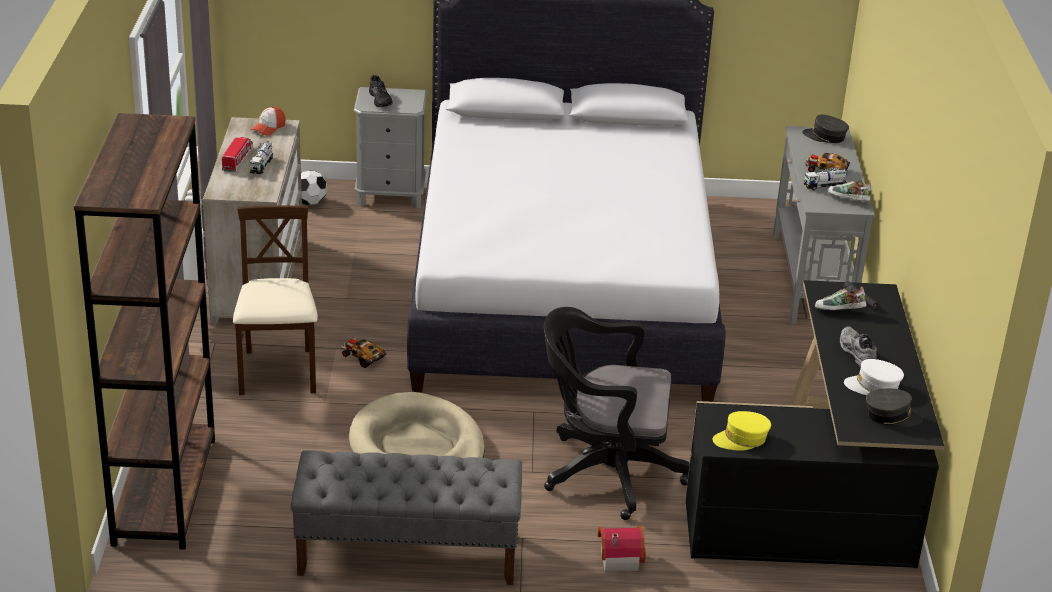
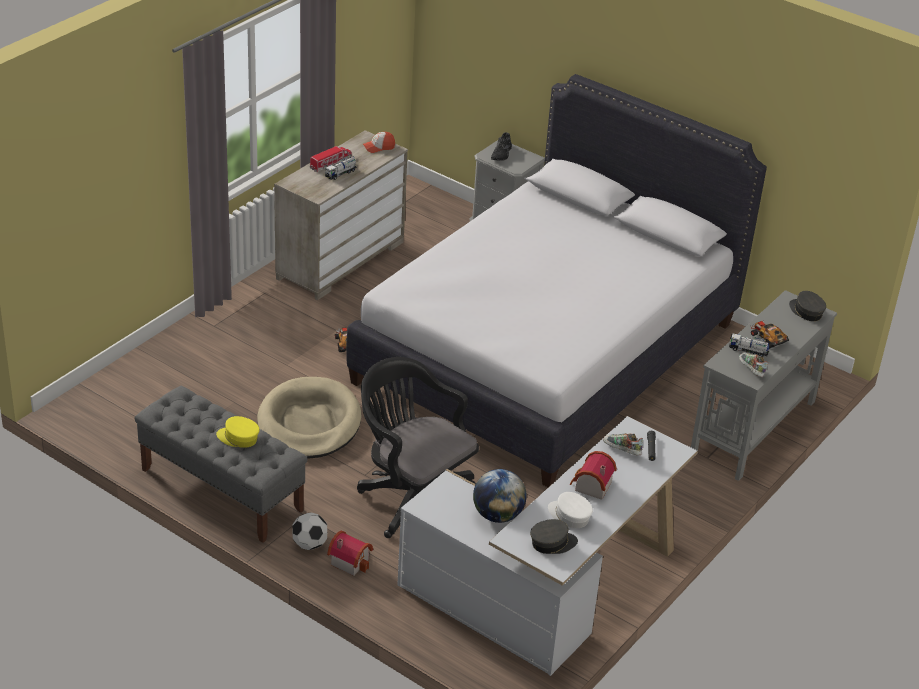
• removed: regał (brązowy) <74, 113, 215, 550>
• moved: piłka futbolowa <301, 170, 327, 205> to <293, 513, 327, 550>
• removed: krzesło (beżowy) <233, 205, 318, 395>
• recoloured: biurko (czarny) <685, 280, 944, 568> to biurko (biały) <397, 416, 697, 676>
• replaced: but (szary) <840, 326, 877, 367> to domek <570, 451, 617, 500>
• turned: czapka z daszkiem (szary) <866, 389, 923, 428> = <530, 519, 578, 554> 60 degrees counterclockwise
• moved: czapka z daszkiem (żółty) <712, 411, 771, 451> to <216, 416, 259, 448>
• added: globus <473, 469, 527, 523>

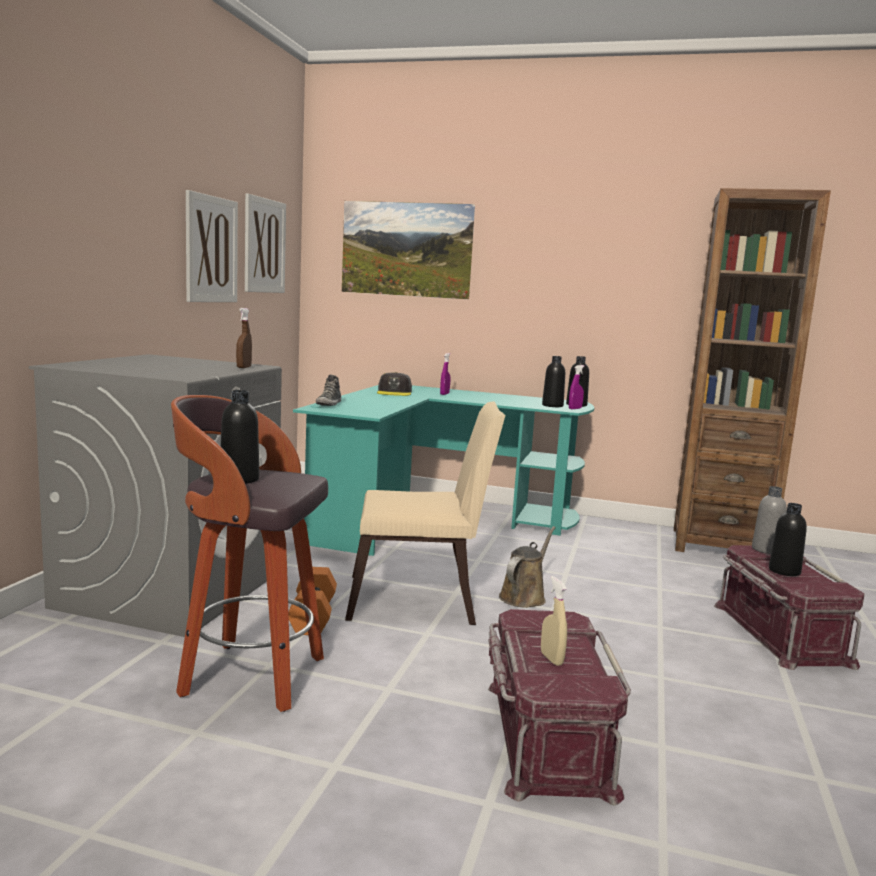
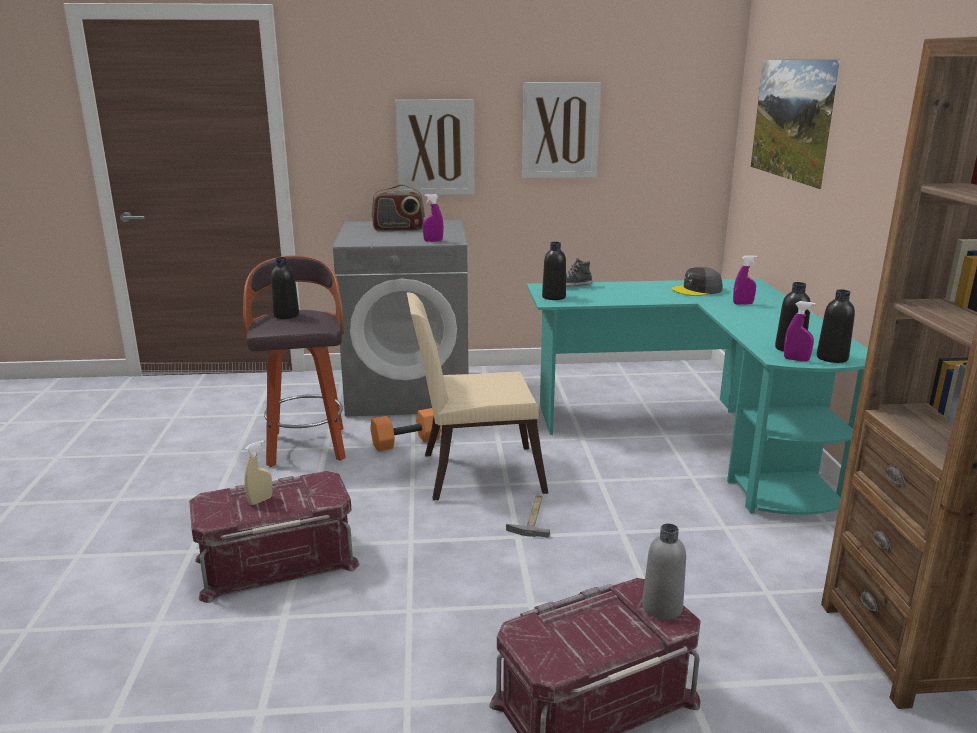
• moved: obraz <245, 194, 286, 293> to <395, 99, 474, 195>
• recoloured: spryskiwacz (brązowy) <236, 308, 252, 368> to spryskiwacz (fioletowy) <423, 194, 443, 242>
• turned: krzesło (beżowy) <345, 401, 505, 625> = <407, 292, 548, 501> 105 degrees clockwise
• moved: butelka (czarny) <769, 503, 807, 576> to <542, 242, 566, 300>
• replaced: konewka (brązowy) <499, 526, 556, 608> to młotek <506, 495, 550, 538>
• added: radio <372, 185, 425, 231>

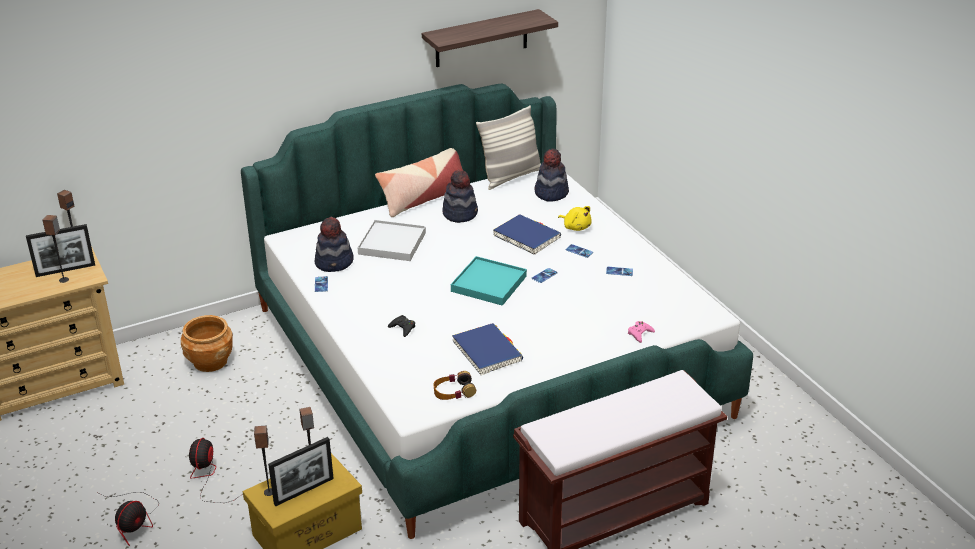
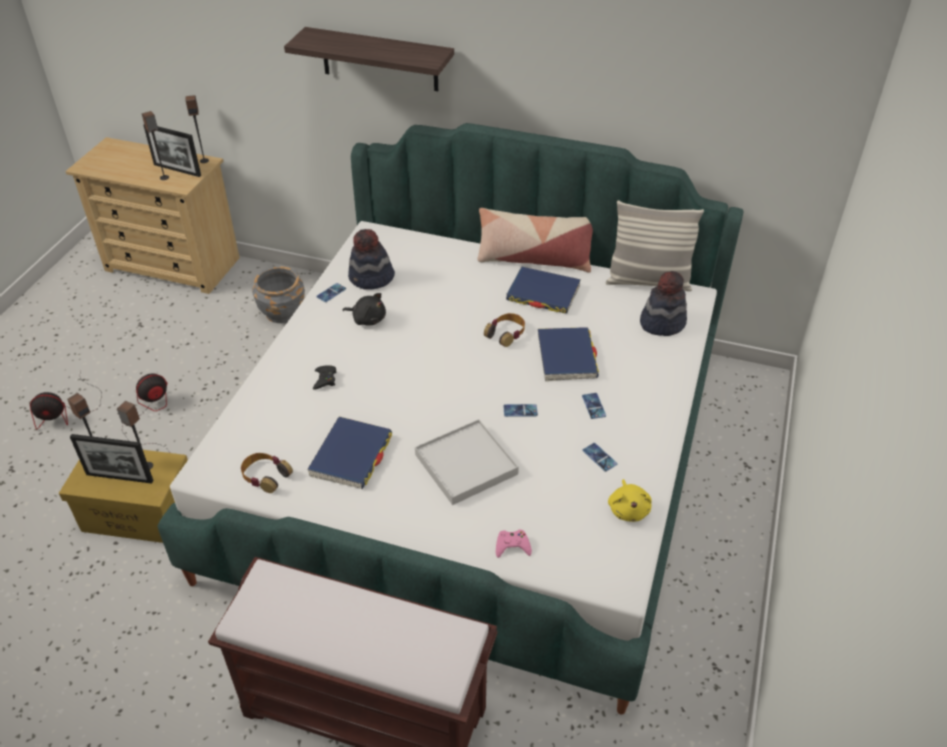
• moved: półka <422, 9, 558, 67> to <284, 27, 454, 91>
• replaced: kapelusz <443, 170, 478, 223> to książka (niebieski) <506, 266, 581, 314>
• moved: pluszak (żółty) <558, 206, 592, 231> to <608, 479, 652, 522>
• moved: taca (biały) <357, 220, 426, 261> to <415, 419, 519, 505>
• removed: taca (turkusowy) <451, 256, 527, 306>
• recoloured: donica (brązowy) <181, 315, 233, 372> to donica (szary) <252, 266, 305, 323>
• added: pluszak (czarny) <343, 293, 386, 326>
• added: słuchawki <484, 313, 525, 347>

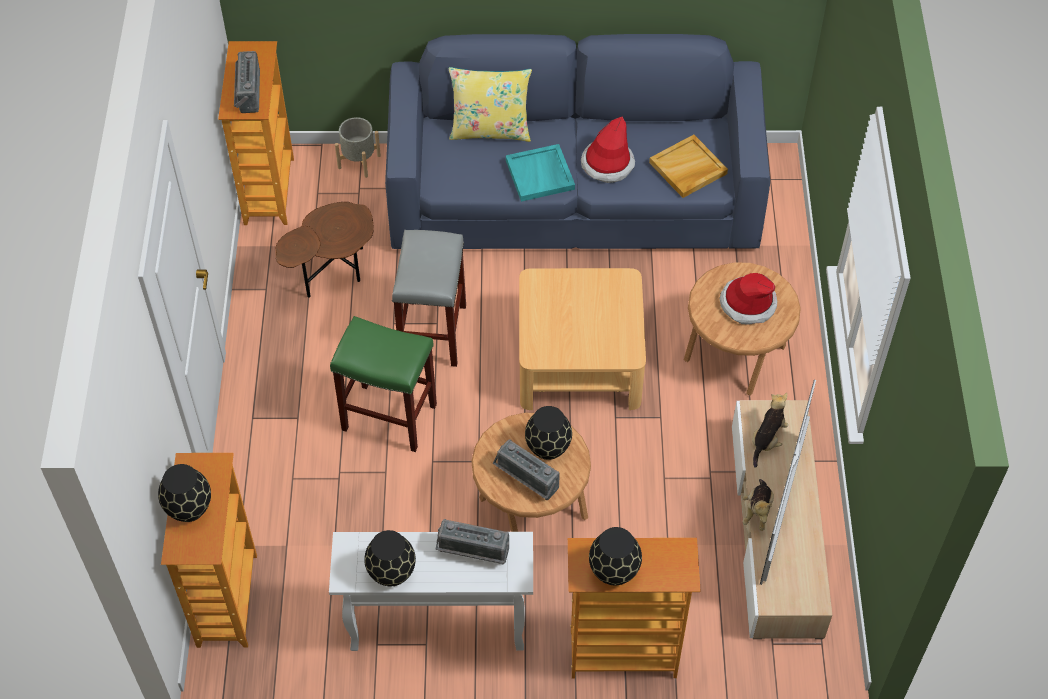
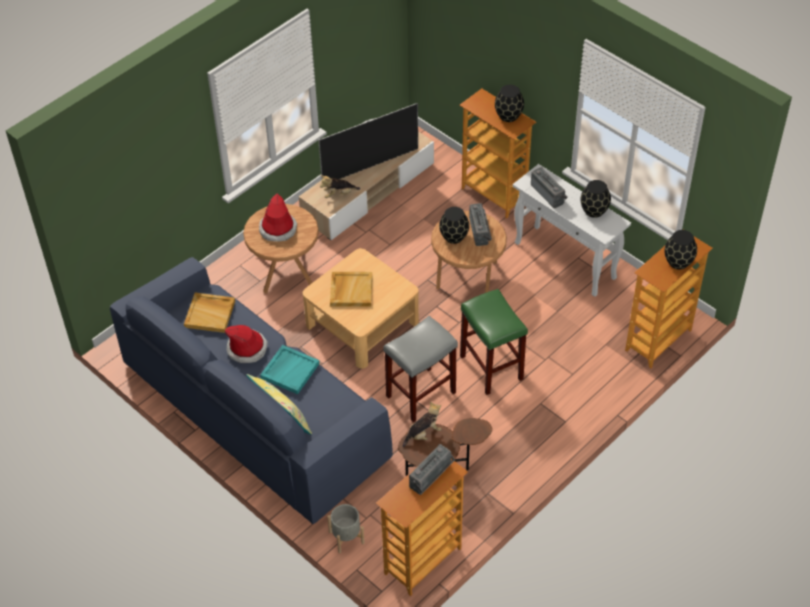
• moved: pluszak <743, 479, 774, 531> to <403, 402, 441, 447>
• added: taca (beżowy) <330, 272, 372, 307>

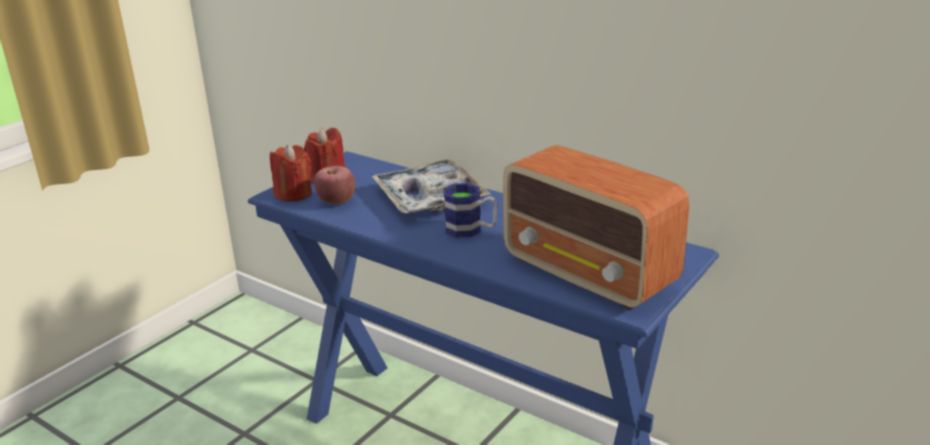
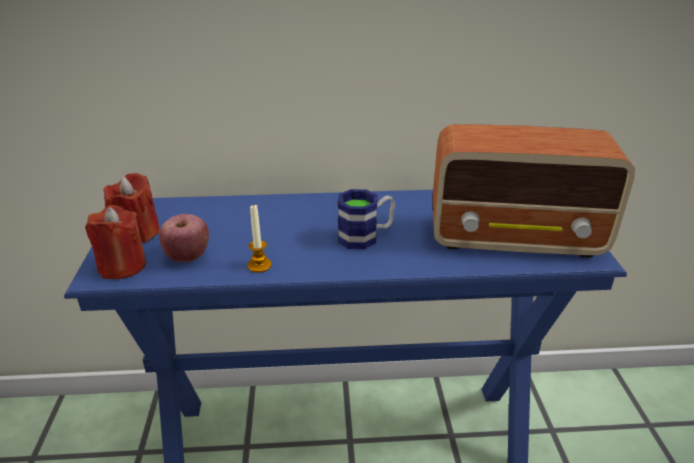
• removed: taca <371, 159, 490, 214>
• added: świeca <247, 204, 272, 273>

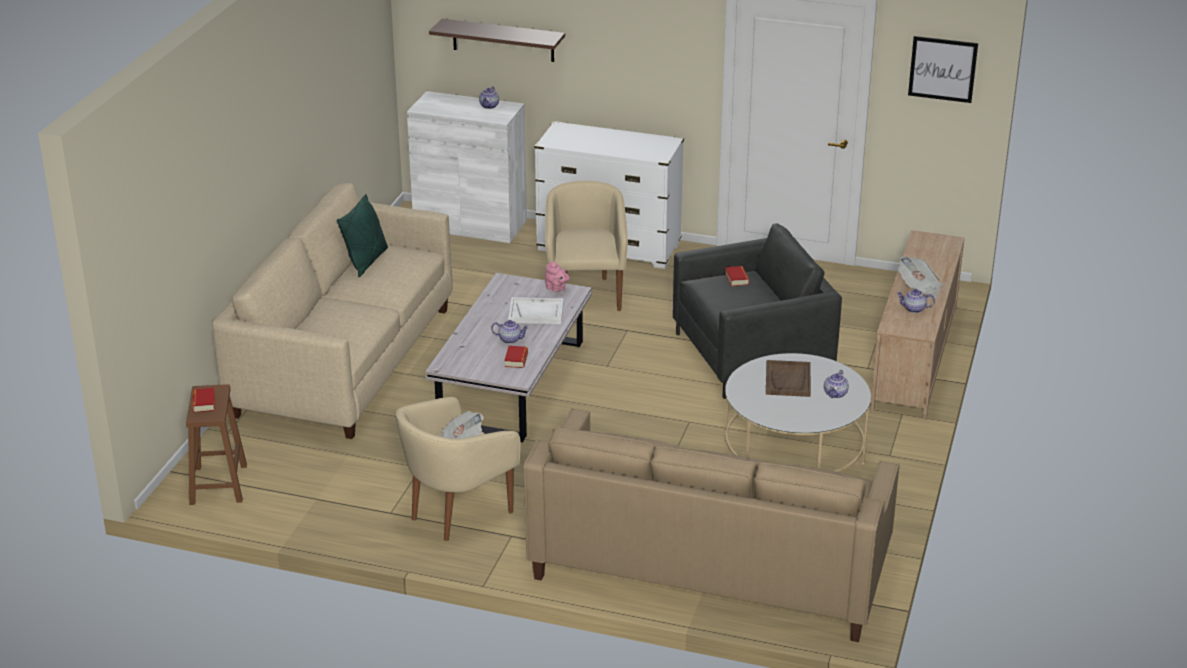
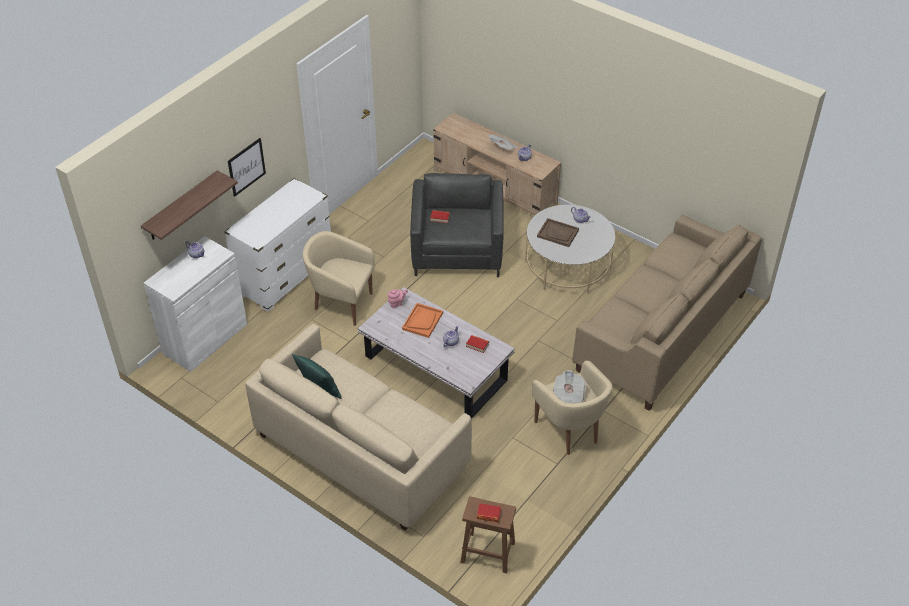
• moved: obraz <908, 36, 978, 103> to <228, 138, 266, 197>
• recoloured: taca (biały) <508, 297, 564, 324> to taca (pomarańczowy) <402, 303, 443, 338>

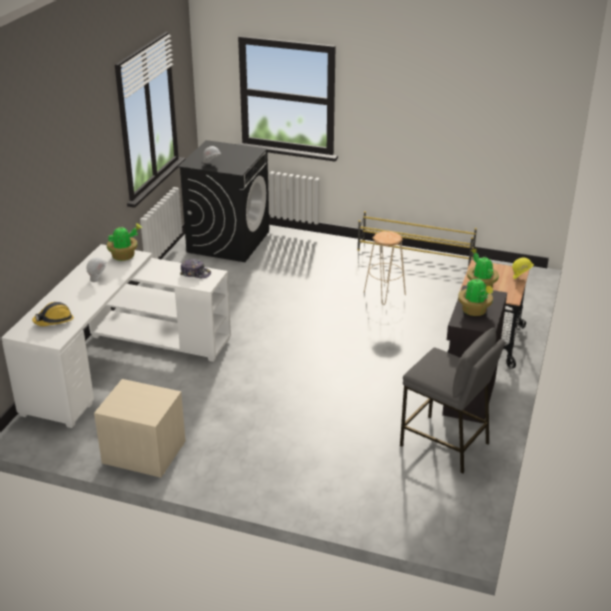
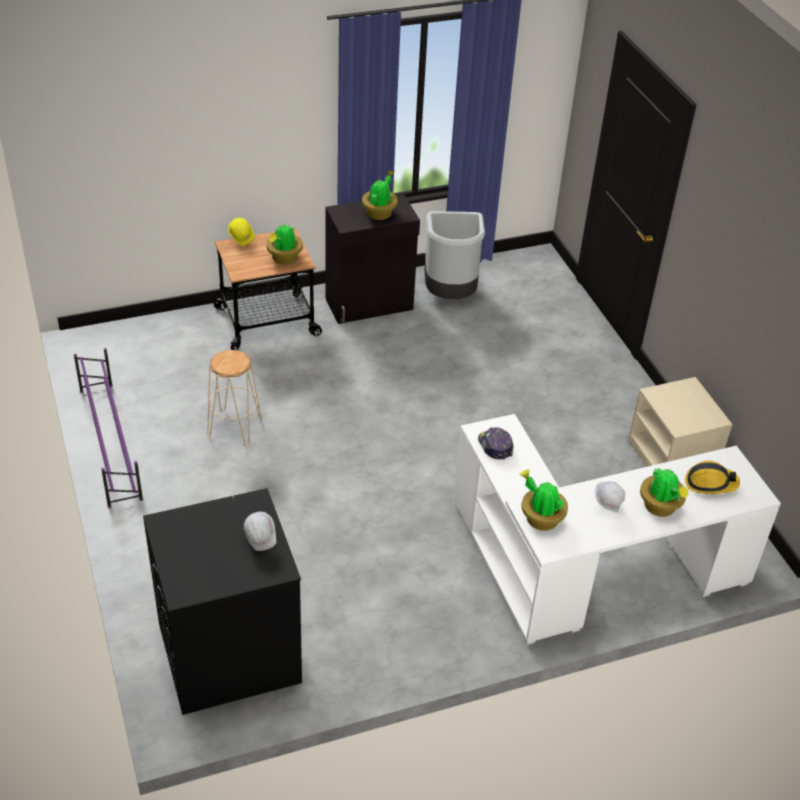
• recoloured: regał na buty (żółty) <357, 211, 477, 267> to regał na buty (fioletowy) <74, 348, 143, 508>
• replaced: stołek (szary) <400, 328, 505, 474> to kosz na śmieci (szary) <424, 211, 485, 299>
• added: roślina doniczkowa <640, 467, 689, 517>

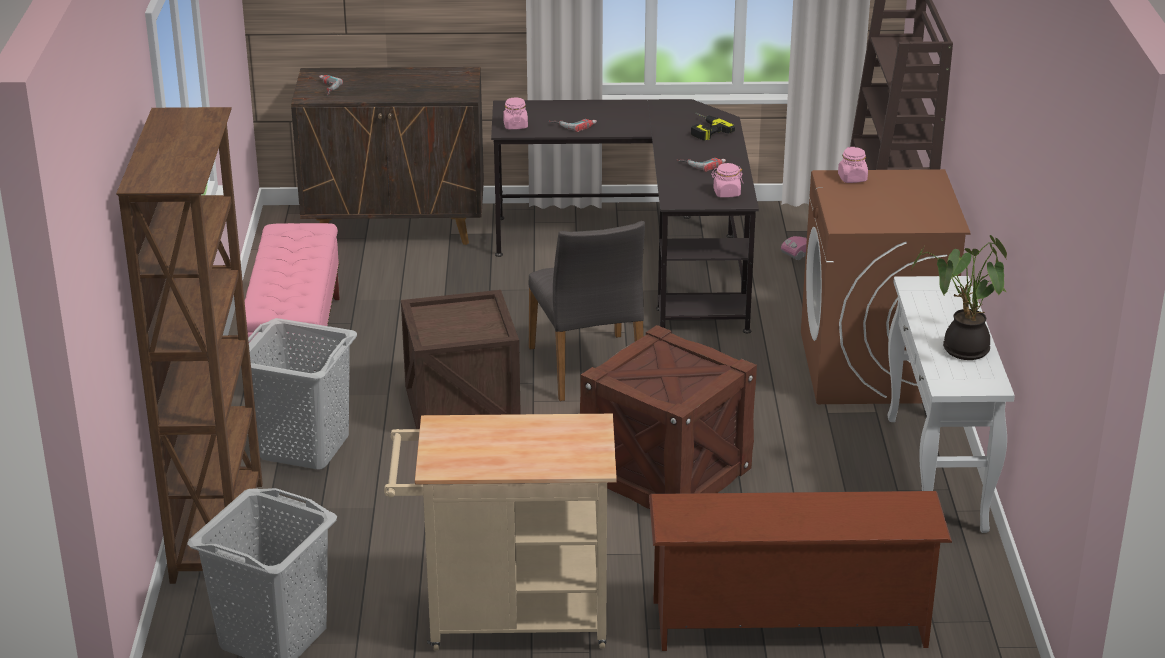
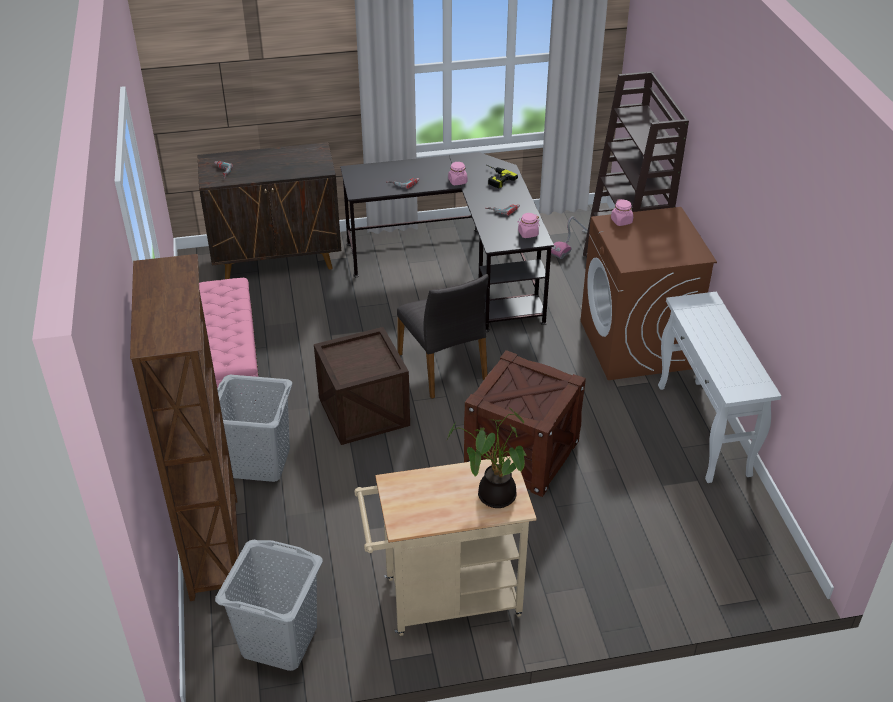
• moved: słoik (różowy) <503, 97, 528, 130> to <448, 162, 467, 185>
• moved: roślina doniczkowa <912, 235, 1007, 360> to <447, 407, 527, 508>
• removed: regał na buty (brązowy) <649, 491, 952, 651>

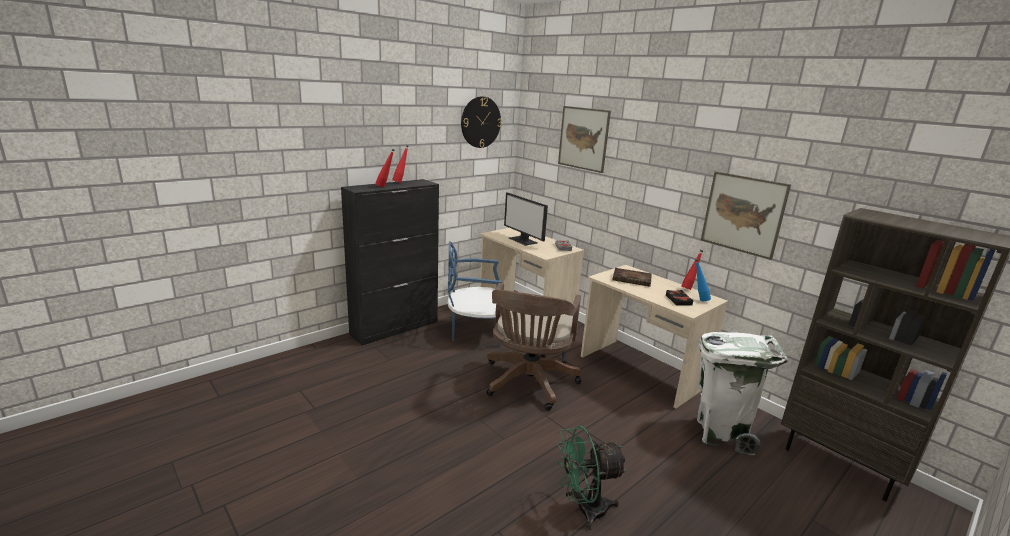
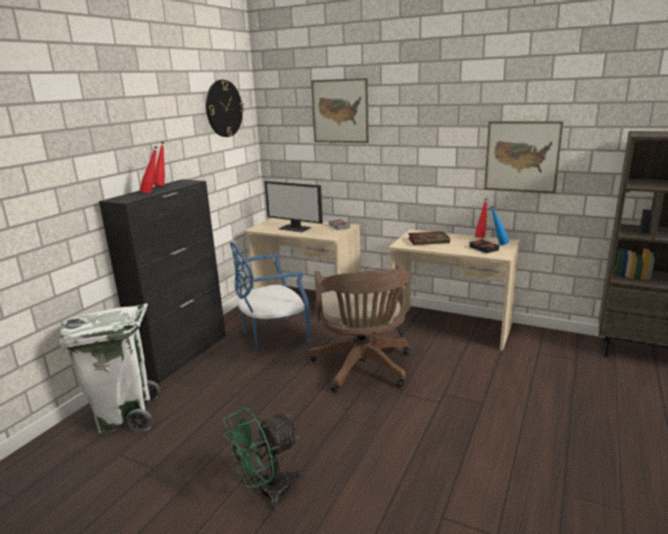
• moved: kosz na śmieci (biały) <697, 332, 788, 455> to <59, 303, 160, 433>
• moved: wentylator (zielony) <557, 426, 627, 530> to <223, 407, 301, 510>

